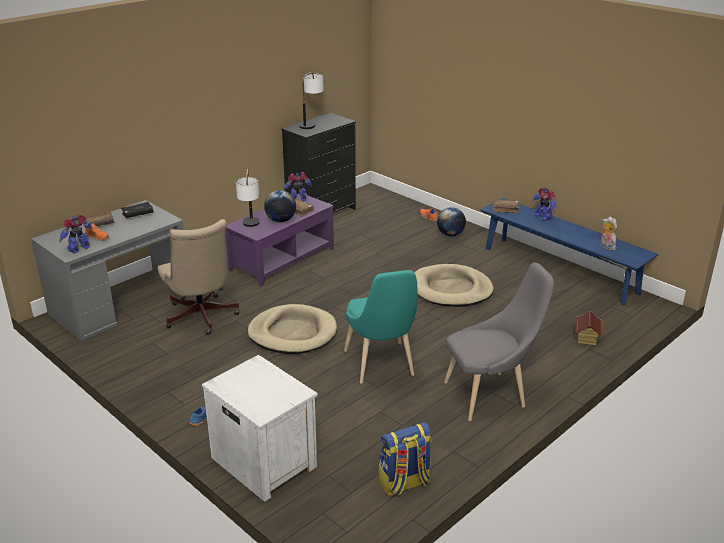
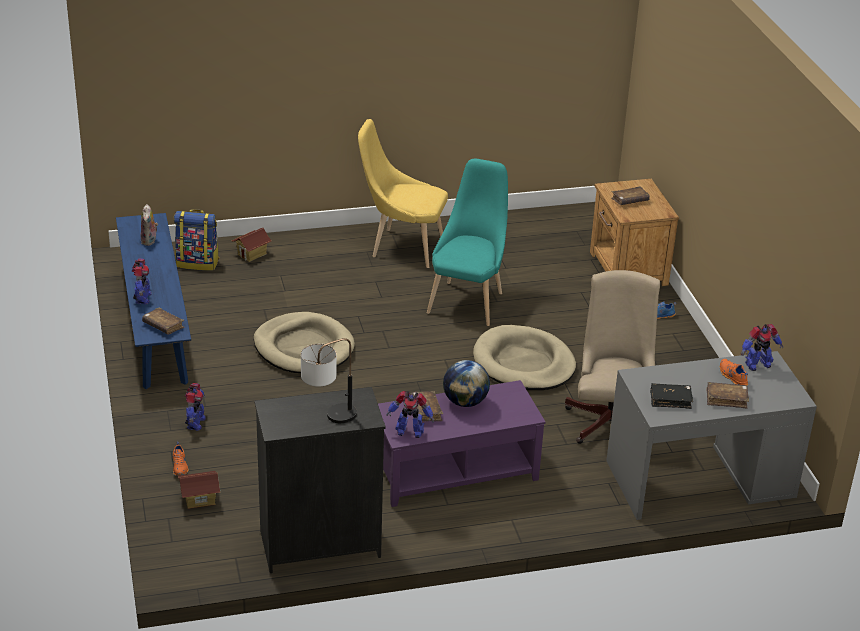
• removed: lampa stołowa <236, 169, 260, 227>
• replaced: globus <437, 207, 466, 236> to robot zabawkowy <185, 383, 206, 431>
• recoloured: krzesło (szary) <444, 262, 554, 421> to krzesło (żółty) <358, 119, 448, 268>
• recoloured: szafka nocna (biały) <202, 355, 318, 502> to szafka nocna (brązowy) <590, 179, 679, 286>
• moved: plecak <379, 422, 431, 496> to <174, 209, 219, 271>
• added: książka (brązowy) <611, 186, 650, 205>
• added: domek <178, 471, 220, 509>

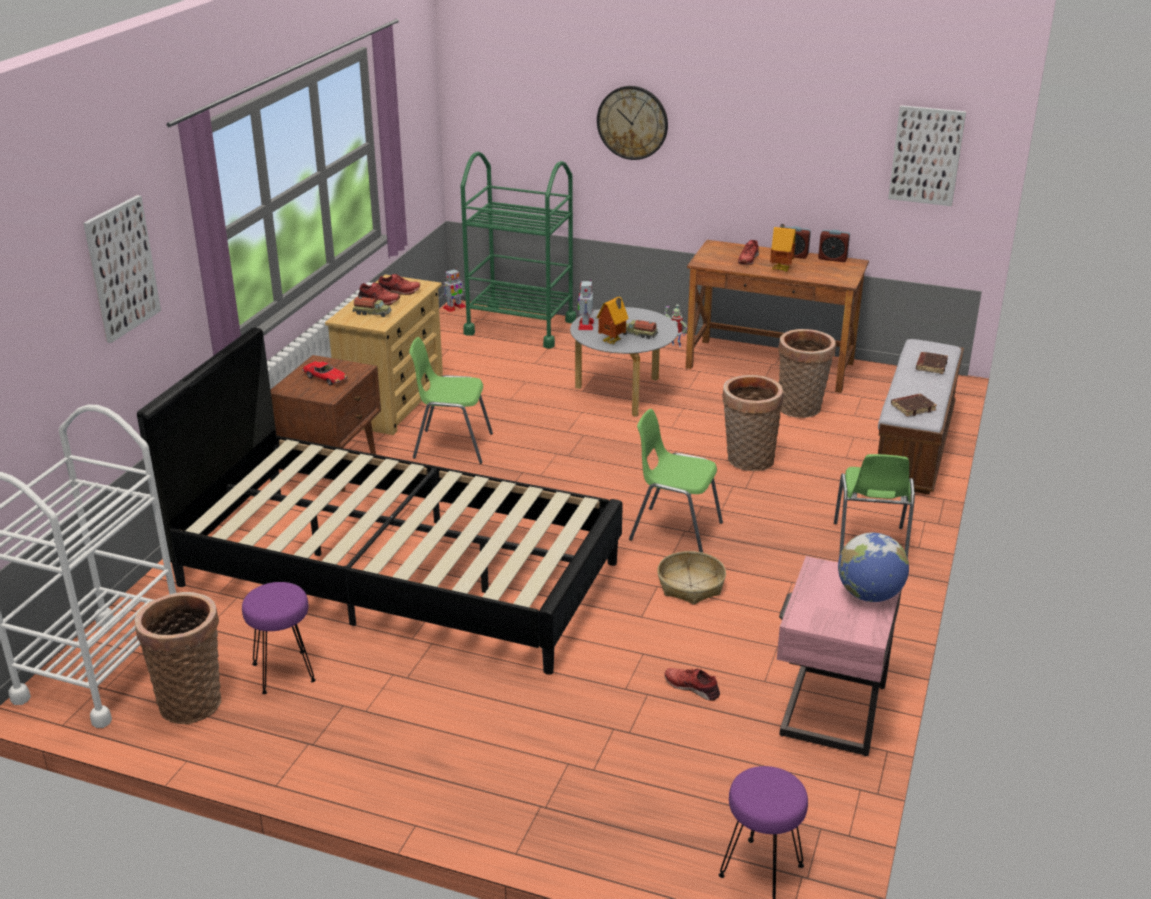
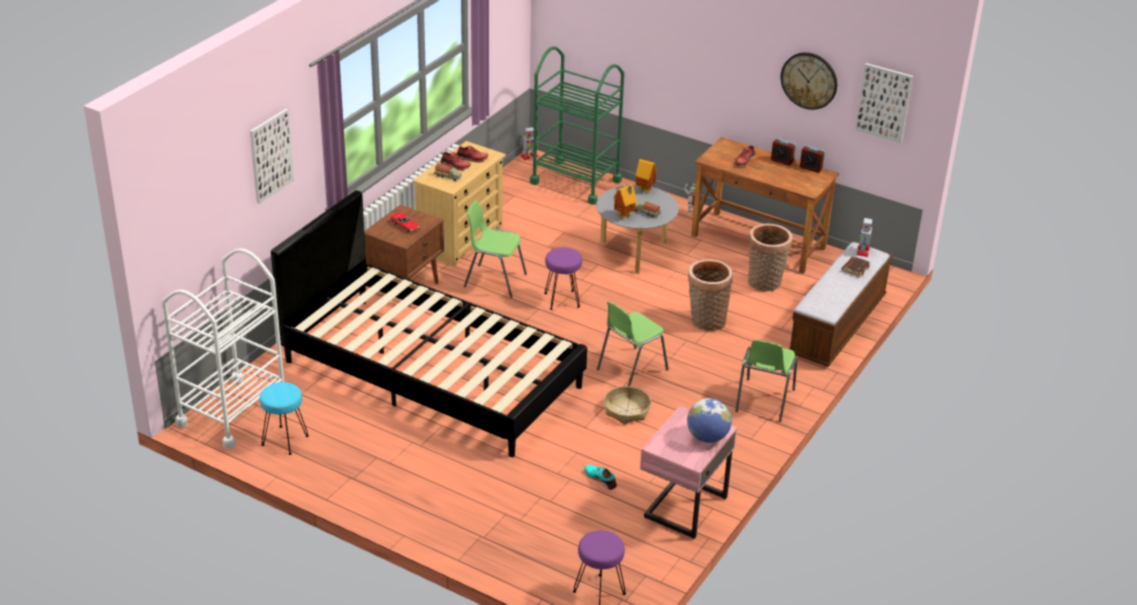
• moved: zegar ścienny <597, 86, 668, 160> to <781, 52, 837, 110>
• moved: domek <770, 224, 796, 272> to <636, 157, 657, 193>
• moved: robot zabawkowy <578, 280, 594, 330> to <856, 218, 873, 257>
• removed: książka (brązowy) <891, 394, 937, 417>
• turned: krzesło (zielony) <629, 409, 723, 553> = <597, 301, 669, 386> 75 degrees counterclockwise
• moved: stołek (fioletowy) <242, 582, 316, 694> to <544, 247, 582, 310>
• replaced: koszyk <135, 592, 221, 724> to stołek (turkusowy) <260, 382, 309, 455>
• recoloured: but (czerwony) <664, 668, 720, 701> to but (turkusowy) <584, 465, 617, 490>

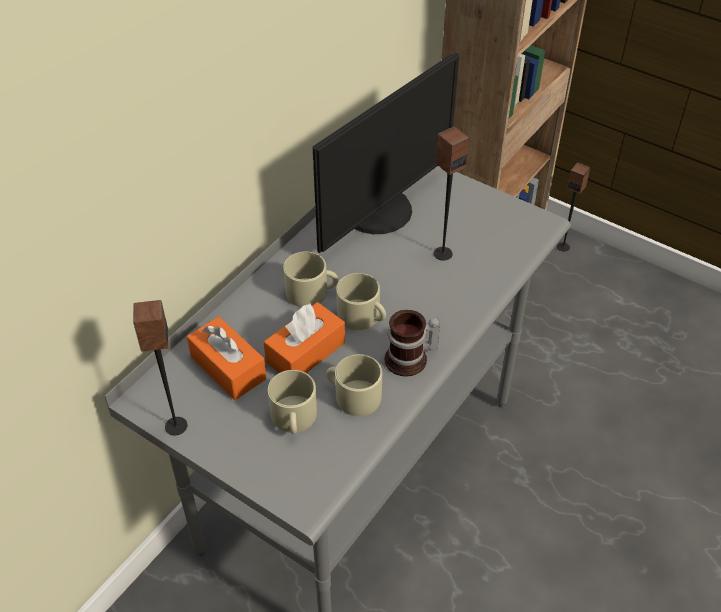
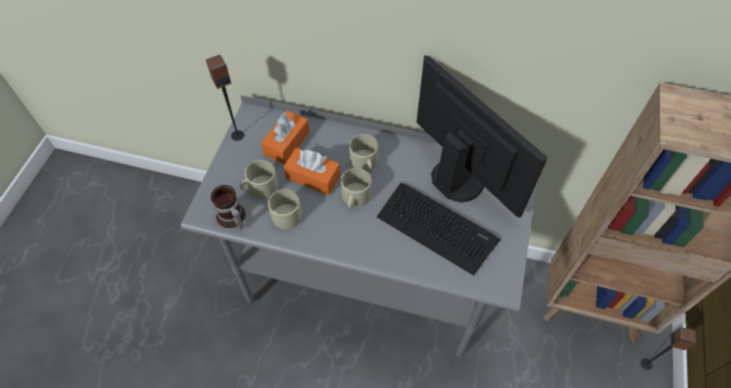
• turned: monitor <313, 52, 459, 253> = <416, 55, 547, 218> 150 degrees counterclockwise
• replaced: głośnik <434, 126, 469, 261> to klawiatura <377, 183, 500, 276>
• moved: kubek <384, 310, 440, 376> to <211, 185, 246, 229>

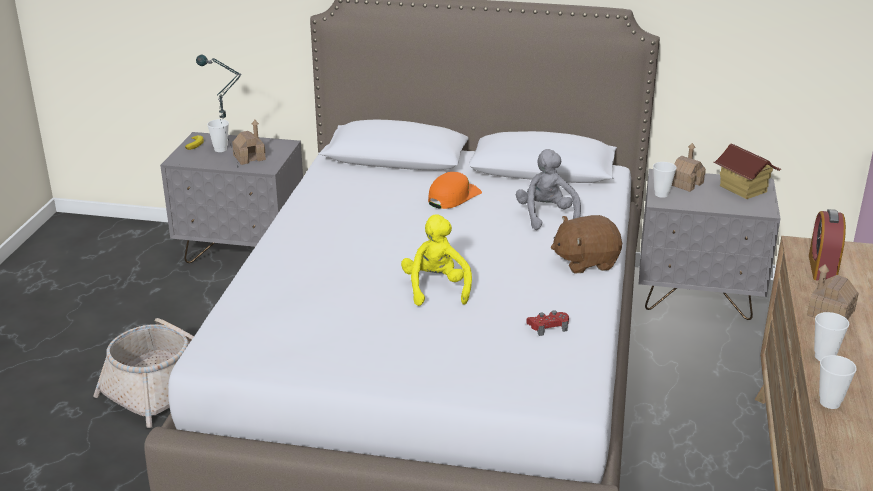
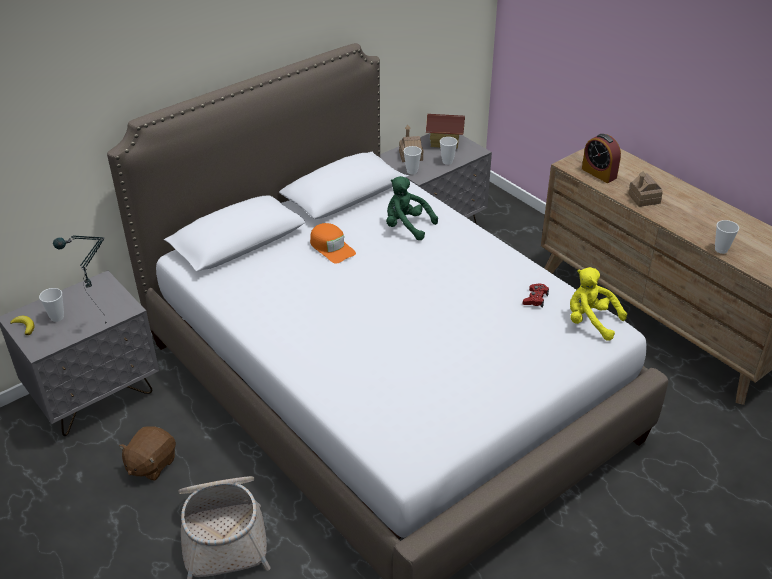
• removed: domek <232, 120, 266, 165>
• recoloured: pluszak (szary) <516, 149, 581, 230> to pluszak (zielony) <386, 176, 438, 240>
• turned: czapka z daszkiem (pomarańczowy) <428, 172, 482, 209> = <310, 223, 356, 264> 150 degrees clockwise
• moved: pluszak (żółty) <401, 215, 472, 306> to <570, 267, 627, 341>
• moved: pluszak (brązowy) <551, 215, 622, 273> to <119, 427, 176, 481>
• moved: filiżanka <814, 312, 849, 361> to <440, 137, 458, 165>

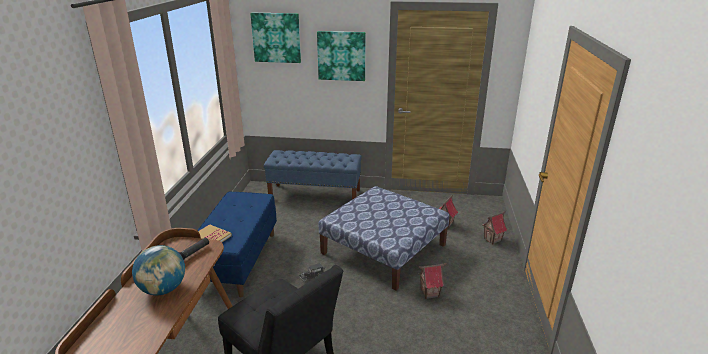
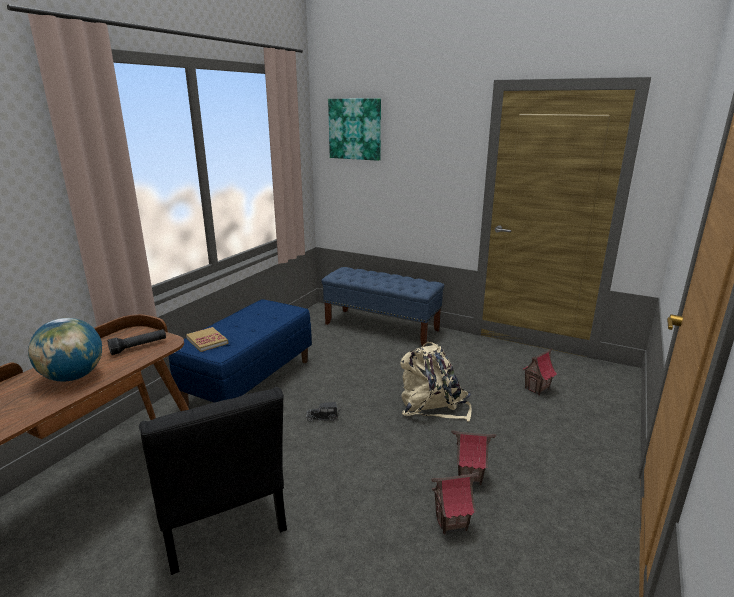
• removed: obraz <317, 31, 366, 81>
• replaced: pufa <318, 186, 449, 291> to plecak (beżowy) <400, 342, 472, 422>
• moved: domek <482, 211, 508, 245> to <431, 472, 479, 534>

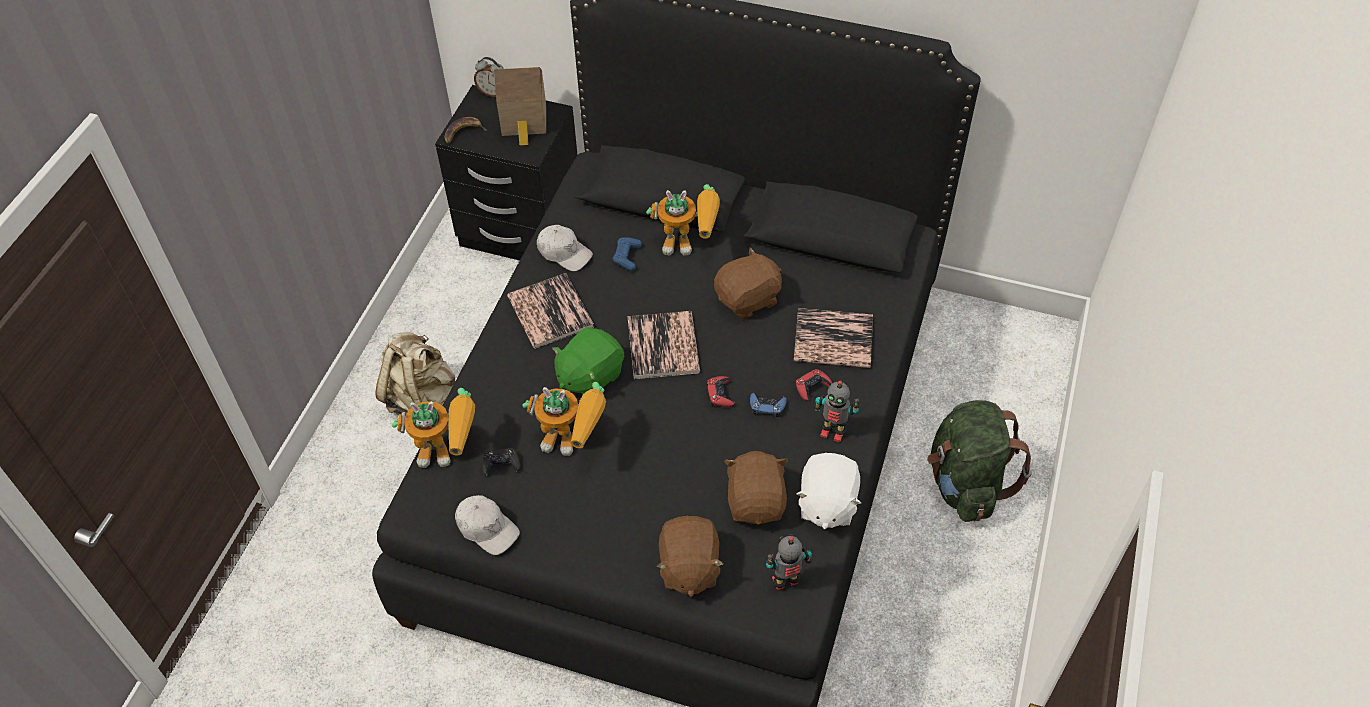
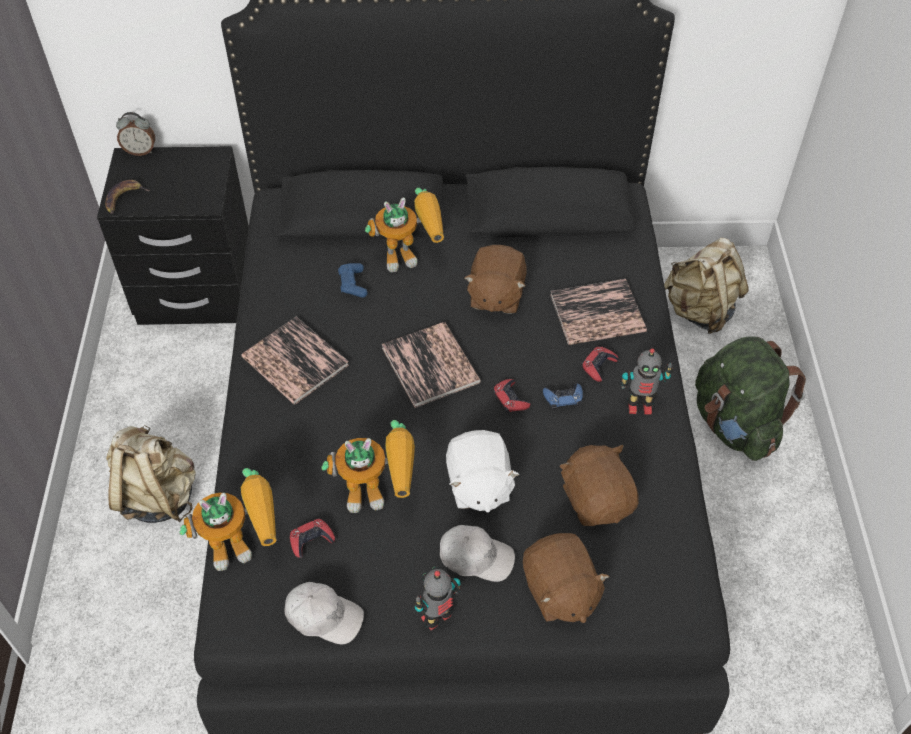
• removed: domek <494, 67, 546, 145>
• moved: czapka z daszkiem (biały) <537, 225, 593, 272> to <440, 525, 515, 582>
• turned: pluszak (brązowy) <714, 247, 782, 319> = <464, 245, 527, 314> 150 degrees clockwise
• removed: pluszak (zielony) <552, 327, 624, 394>
• recoloured: pad do gier (czarny) <482, 448, 521, 476> to pad do gier (czerwony) <290, 519, 335, 558>
• moved: pluszak (biały) <797, 453, 861, 529> to <446, 430, 519, 513>
• moved: robot zabawkowy <766, 534, 812, 591> to <414, 566, 461, 631>
• added: plecak (beżowy) <664, 238, 749, 334>

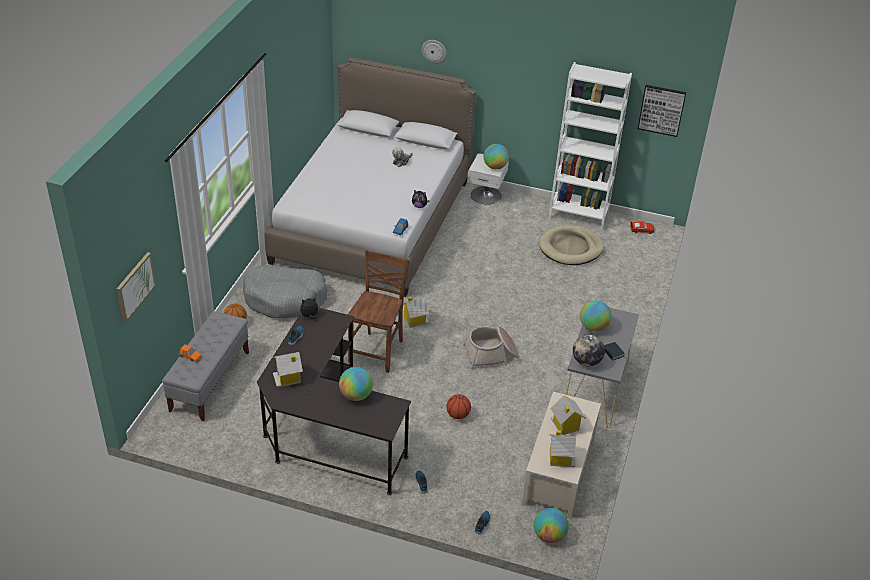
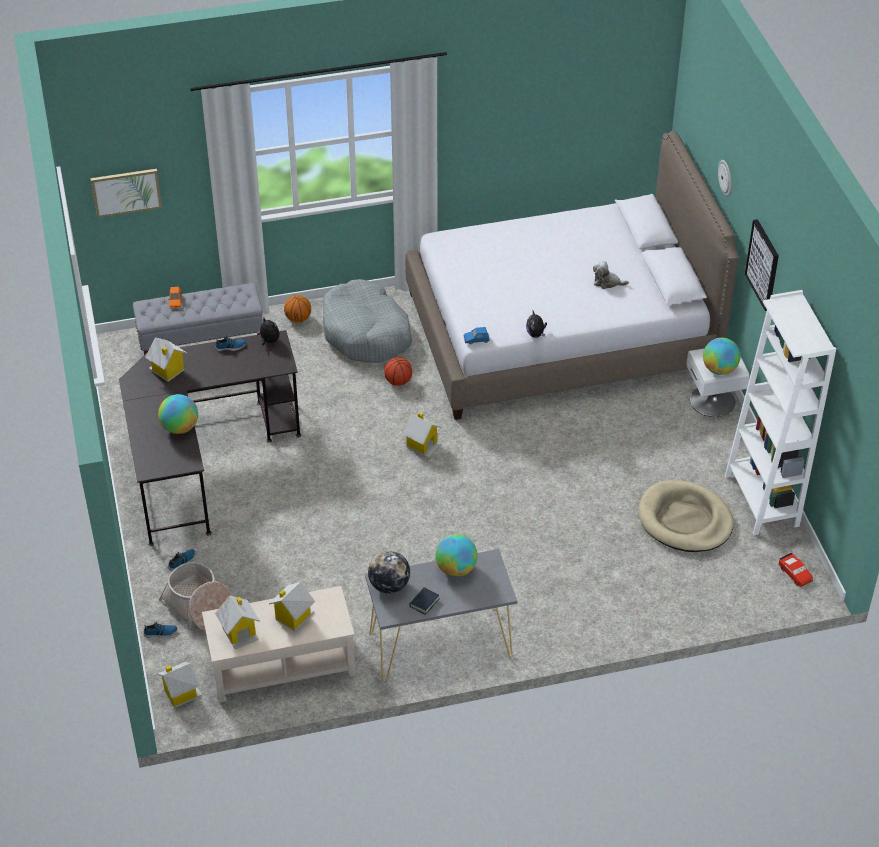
• moved: obraz <638, 85, 686, 137> to <745, 219, 779, 311>
• removed: krzesło (brązowy) <348, 250, 410, 373>
• moved: koszyk <463, 326, 519, 370> to <159, 562, 232, 631>
• moved: piłka do koszykówki <446, 394, 471, 419> to <384, 357, 412, 386>
• replaced: globus <534, 508, 569, 543> to domek <158, 662, 202, 708>

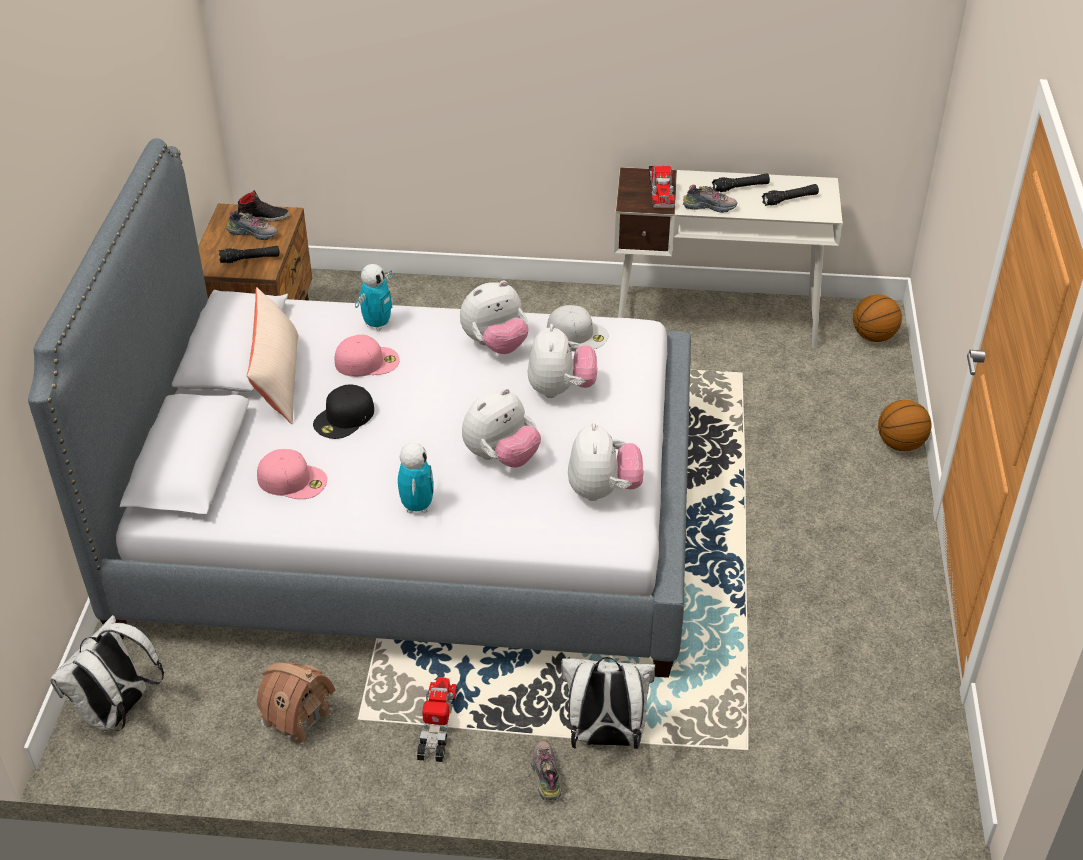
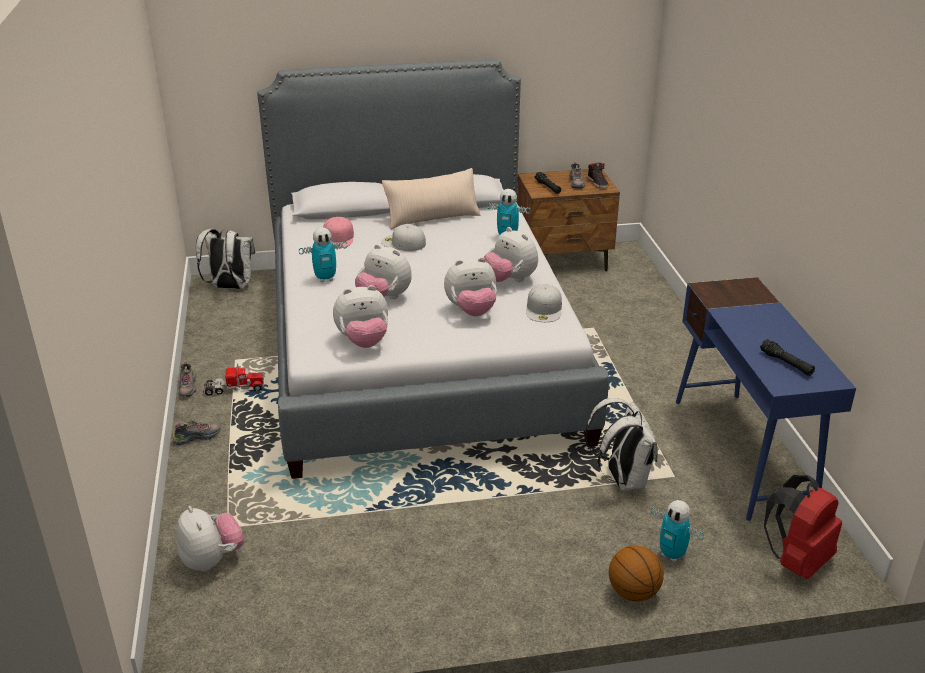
• removed: ciężarówka zabawkowa <649, 165, 675, 208>
• recoloured: biurko (biały) <614, 167, 843, 348> to biurko (niebieski) <676, 277, 856, 521>
• removed: latarka (czarny) <712, 174, 770, 192>
• moved: but <683, 185, 737, 213> to <178, 362, 196, 397>
• replaced: piłka do koszykówki <853, 295, 902, 342> to plecak (czerwony) <764, 475, 842, 579>
• removed: czapka z daszkiem (różowy) <335, 335, 399, 377>
• recoloured: czapka z daszkiem (czarny) <313, 385, 374, 439> to czapka z daszkiem (biały) <381, 224, 426, 251>
• moved: plecak (biały) <561, 657, 655, 749> to <585, 398, 658, 491>
• removed: domek <257, 663, 336, 745>
• added: robot zabawkowy <651, 500, 704, 562>
• added: pluszak <176, 506, 244, 572>

